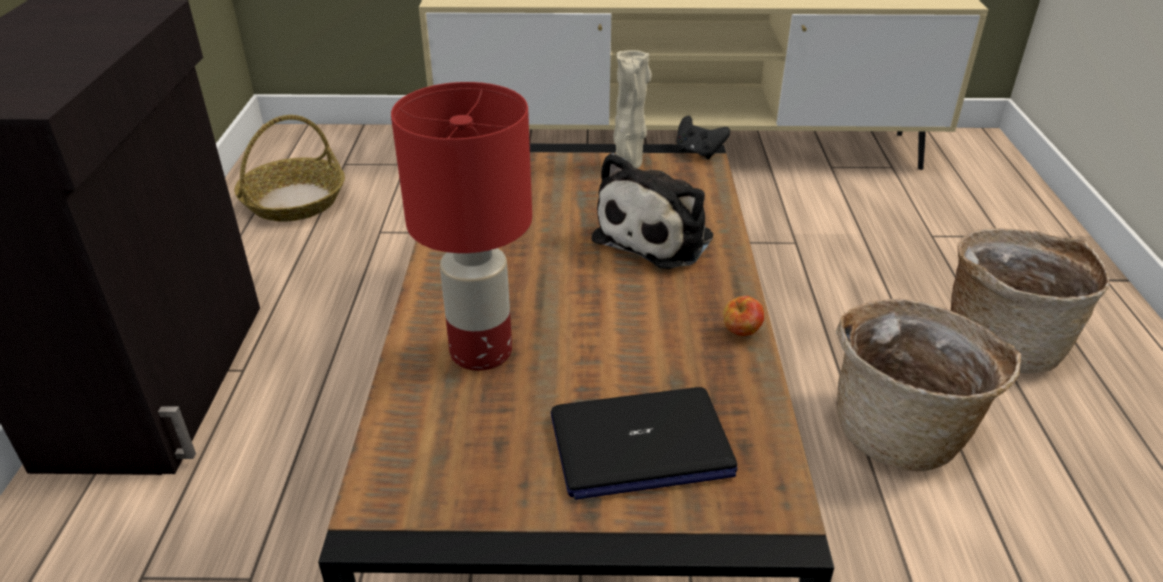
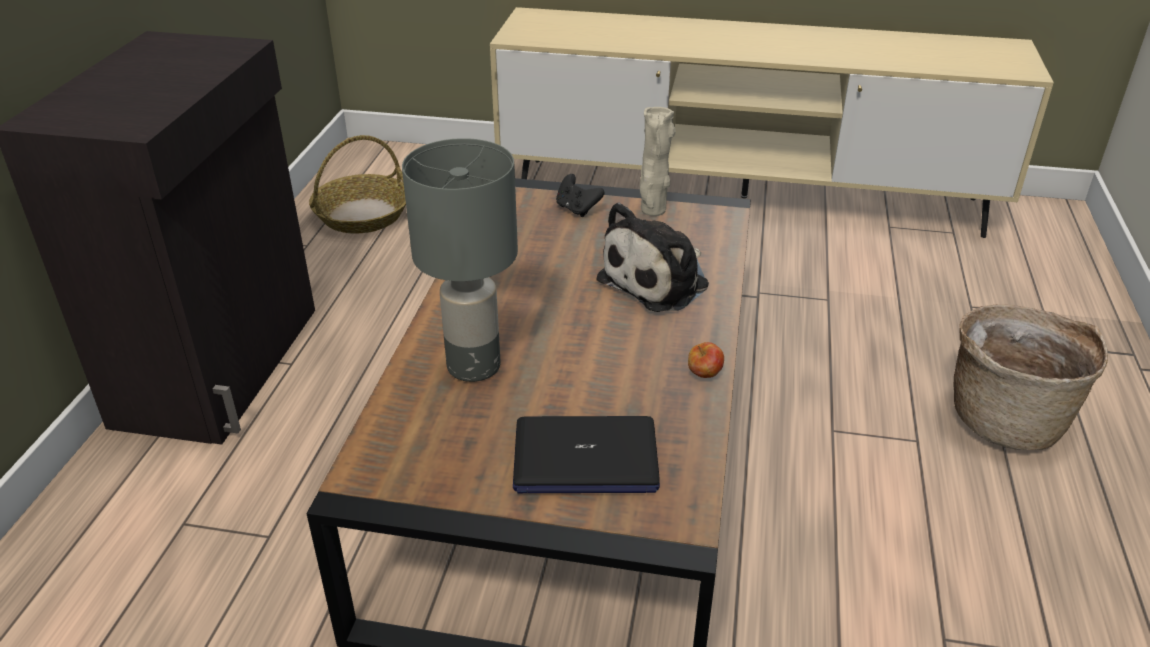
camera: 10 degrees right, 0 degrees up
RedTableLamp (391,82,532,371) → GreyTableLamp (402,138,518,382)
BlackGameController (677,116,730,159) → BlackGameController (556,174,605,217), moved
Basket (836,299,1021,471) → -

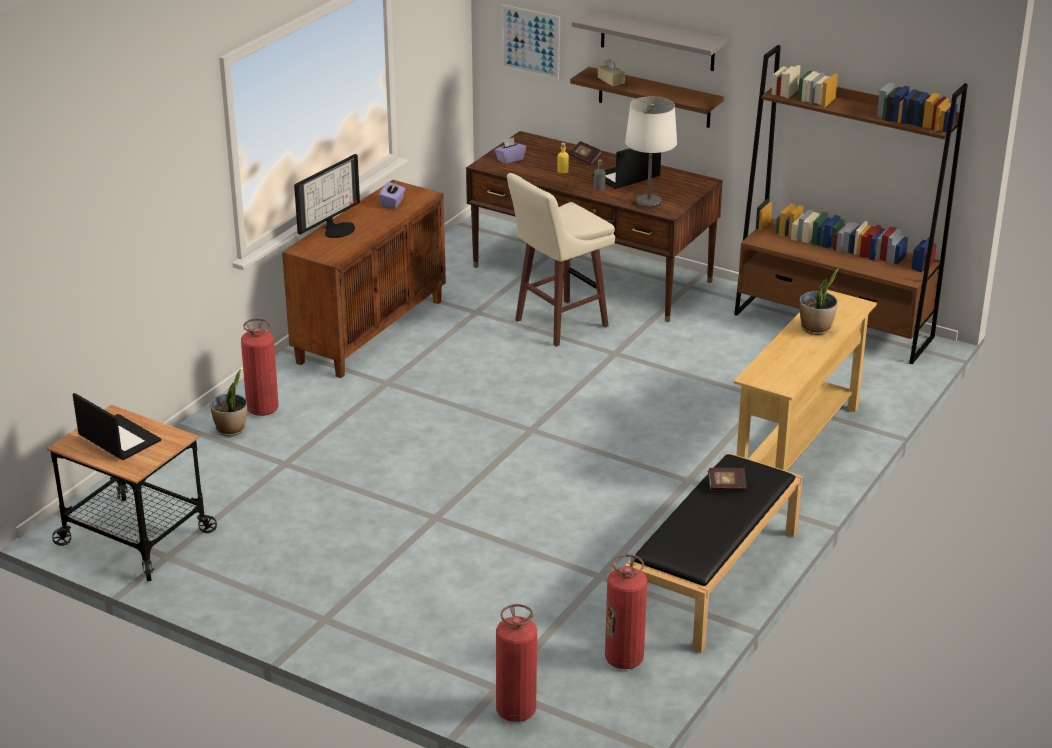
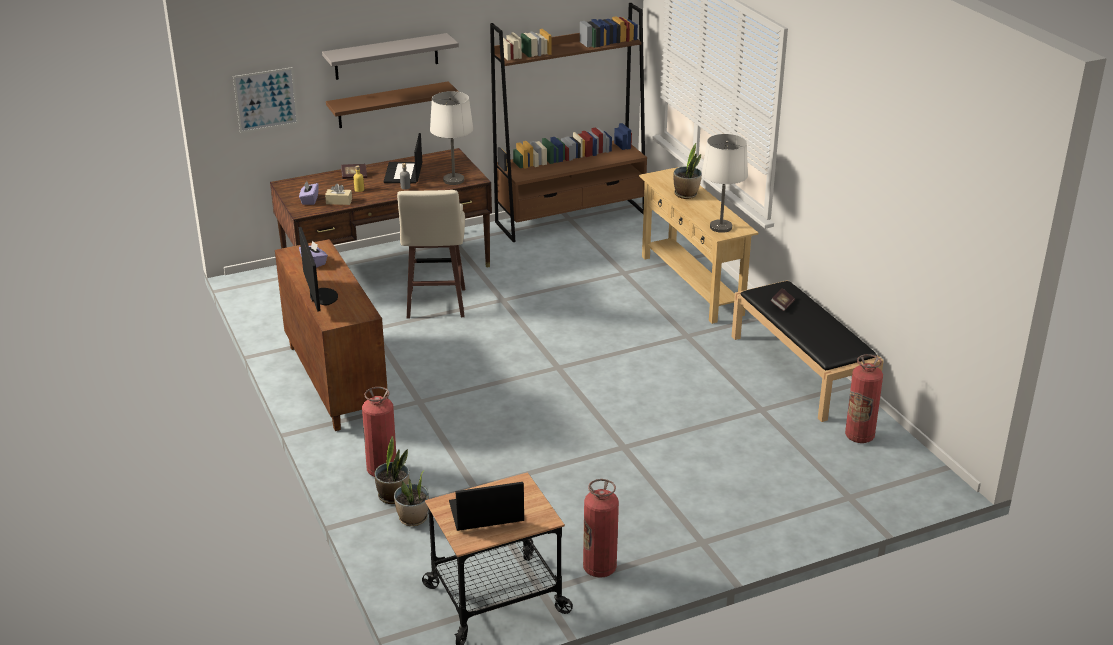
camera: 55 degrees left, 0 degrees up
BeigeTissueBox (598,58,625,86) → BeigeTissueBox (325,183,352,205), moved
FireExtinguisher (496,604,537,722) → FireExtinguisher (583,479,619,577), moved
- → WhiteTableLamp (702,134,748,233)
- → PottedPlant (394,470,429,526)

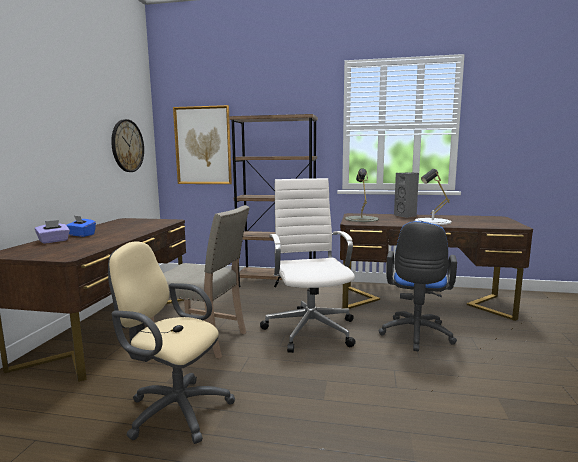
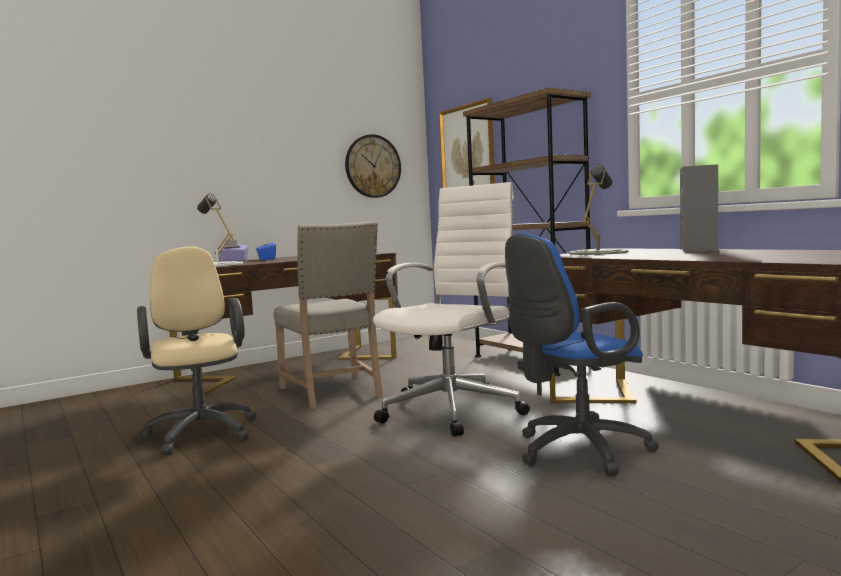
camera: 45 degrees right, 5 degrees down
WhiteTableLamp (414,169,451,225) → WhiteTableLamp (197,193,243,266), moved

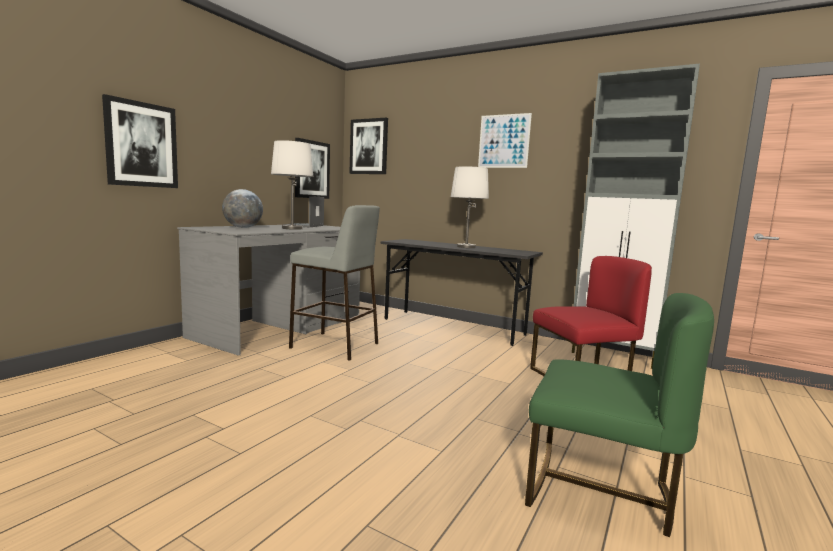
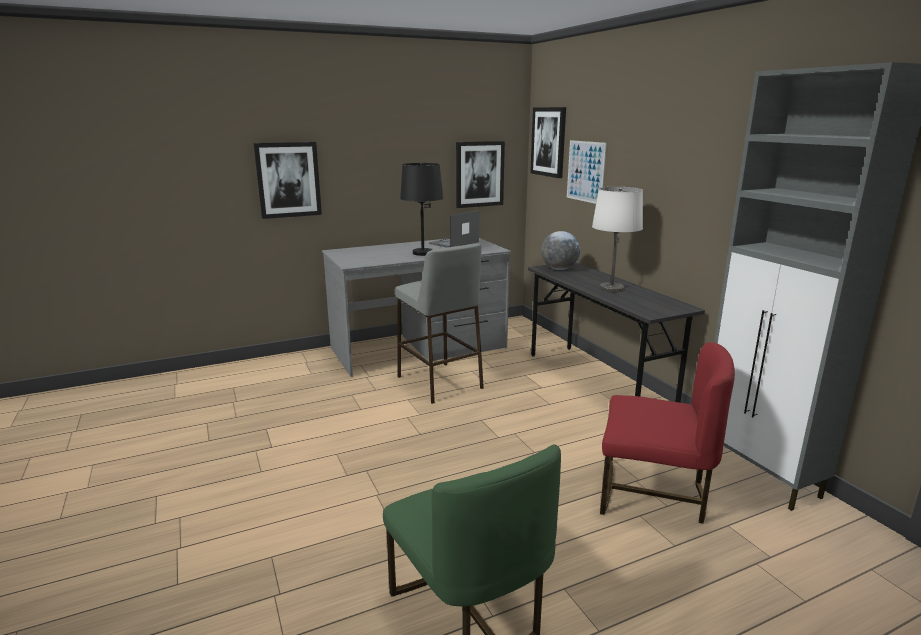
camera: 35 degrees right, 10 degrees up
Picture (478,113,532,168) → Picture (567,140,607,204), moved
WhiteTableLamp (271,140,314,230) → BlackTableLamp (400,163,443,256)
Globe (222,189,263,228) → Globe (541,231,580,270), moved

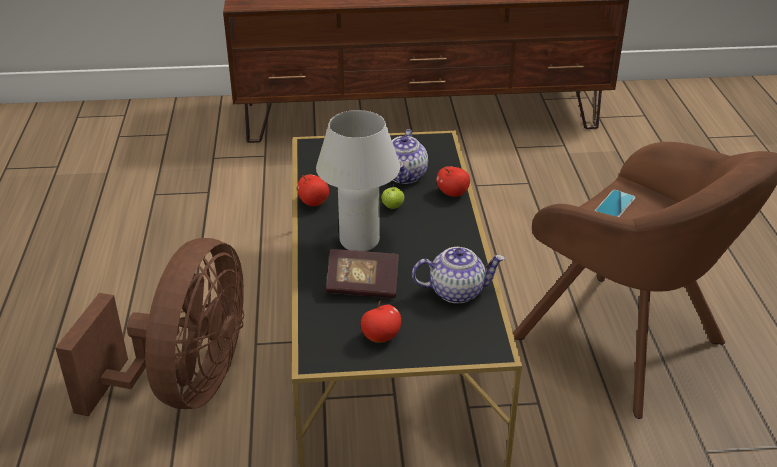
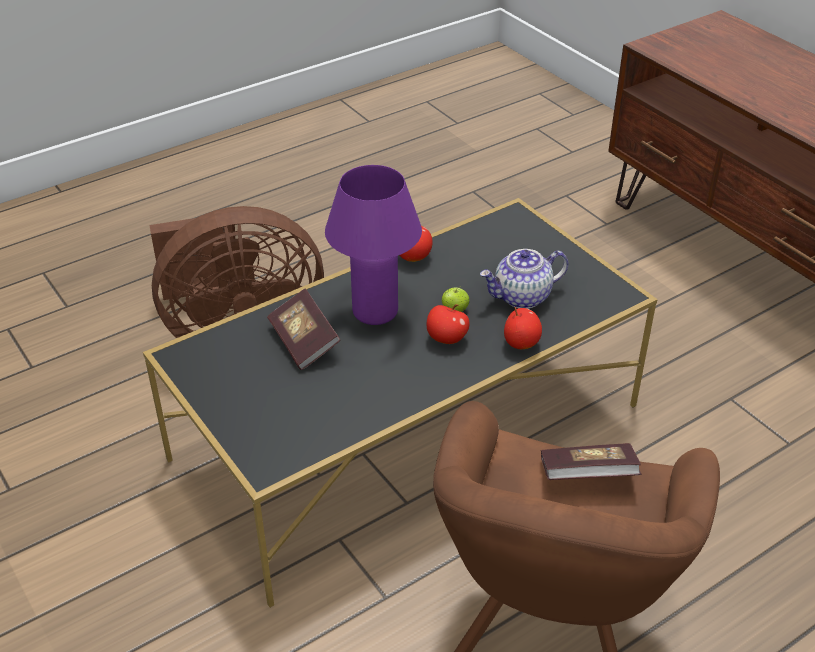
camera: 60 degrees right, 5 degrees up
WhiteTableLamp (316,110,400,251) → PurpleTableLamp (325,165,422,325)
Phone (595,190,635,217) → Book (541,443,642,480)
Teapot (412,247,505,304) → -
Apple (361,301,401,343) → Apple (427,304,469,344), moved

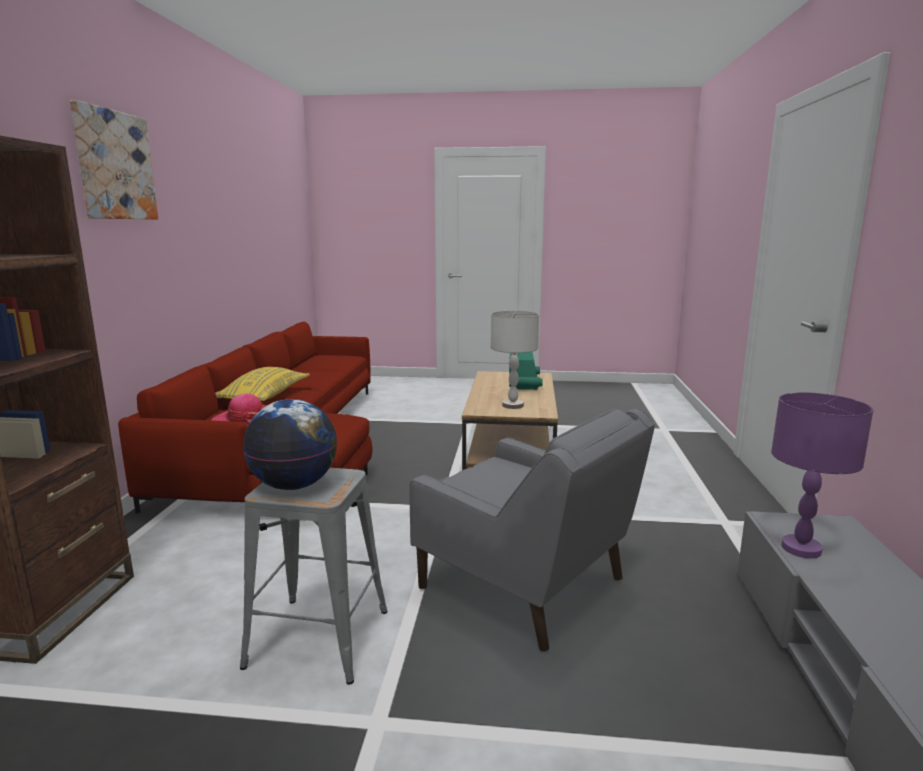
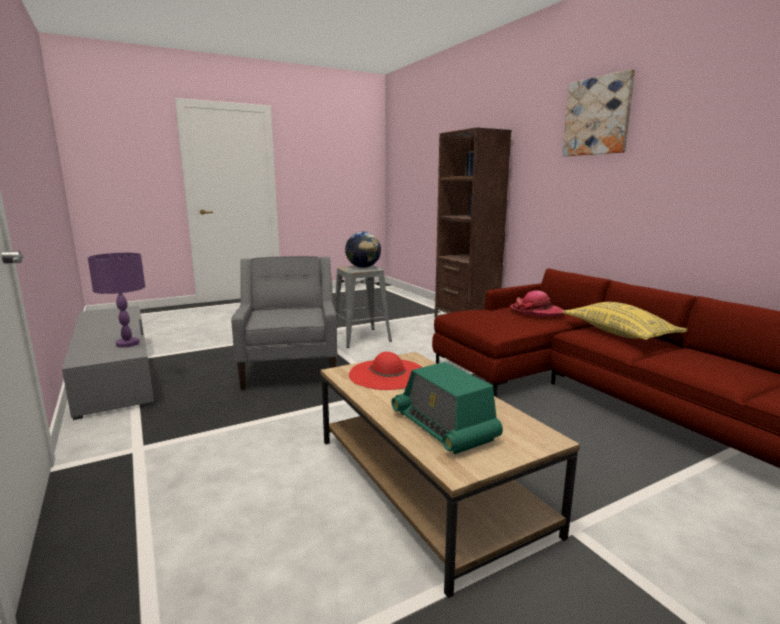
camera: 145 degrees right, 0 degrees up
GreyTableLamp (491,311,539,409) → RedHat (349,352,422,390)
GreyArmchair (409,408,655,652) → GreyArmchair (231,256,337,390), 75 degrees clockwise

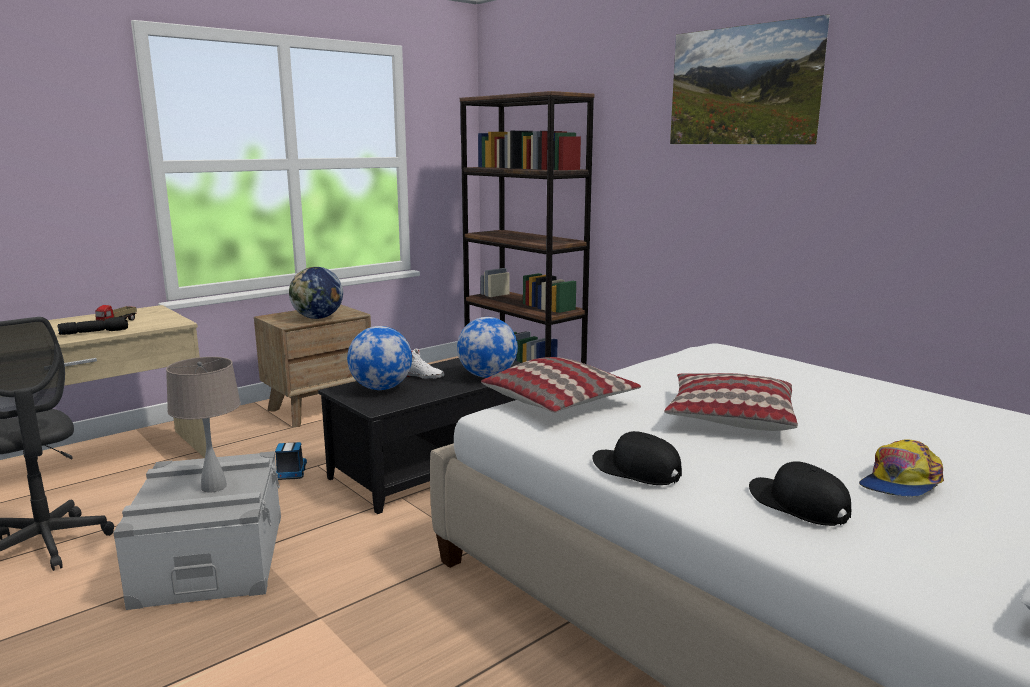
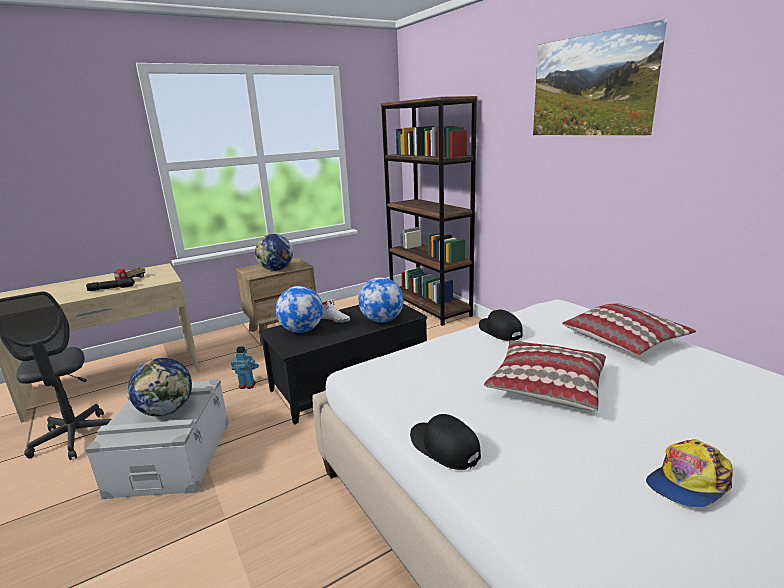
camera: 10 degrees right, 5 degrees up
BeigeTableLamp (166,357,241,493) → Globe (128,358,192,417)
Pillow (481,357,641,413) → Pillow (562,303,696,356), moved
ToyTruck (275,442,307,480) → ToyRobot (231,346,259,389)
BlackCap (749,461,851,526) → BlackCap (479,310,523,341), moved

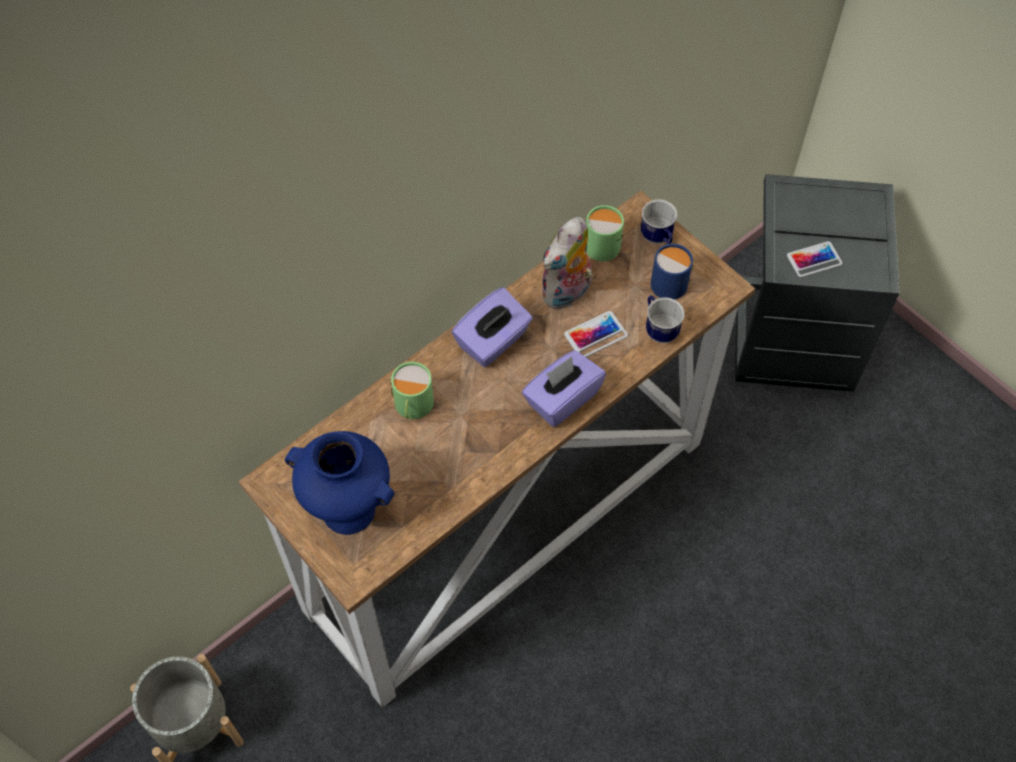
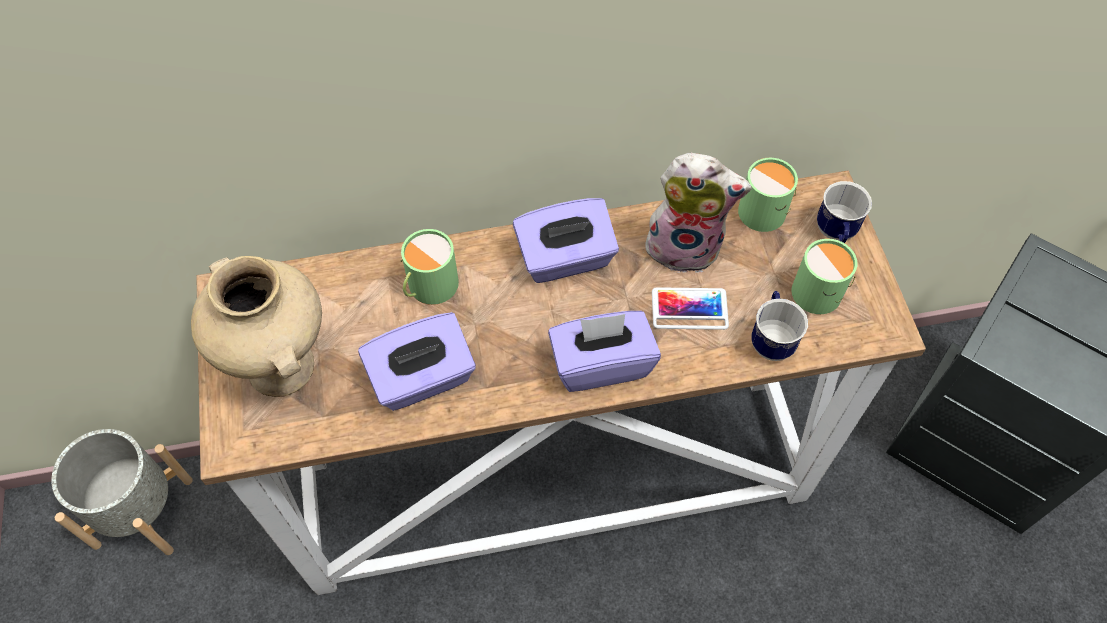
camera: 30 degrees right, 0 degrees up
PlushToy (541,217,592,310) → PlushToy (643,153,752,273), 150 degrees counterclockwise
Phone (787,241,843,277) → -
BlueMug (651,244,693,300) → GreenMug (792,238,858,314)
BlueVase (284,431,395,535) → BeigeVase (191,256,322,397)
- → PurpleTissueBox (358,312,476,411)

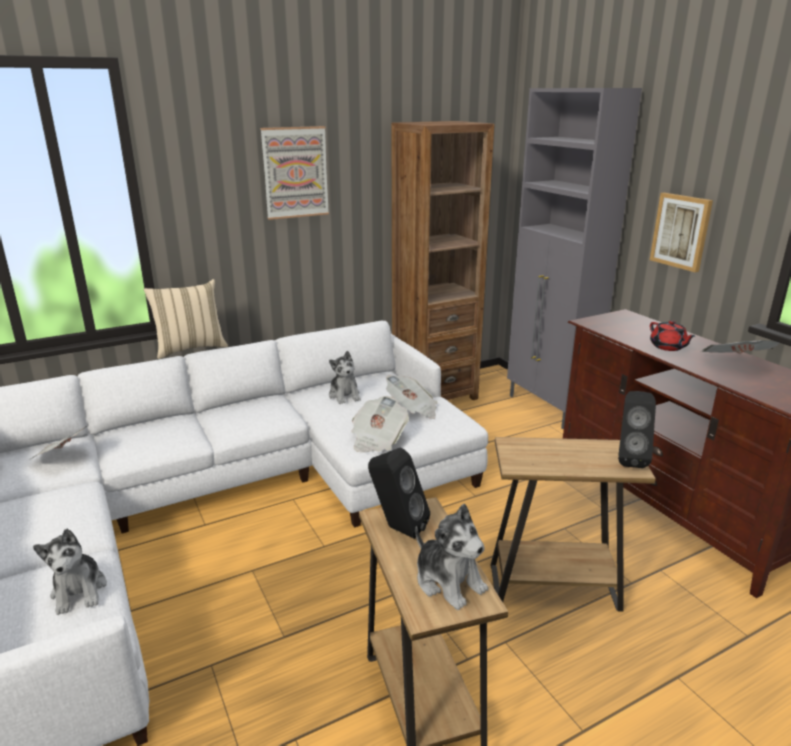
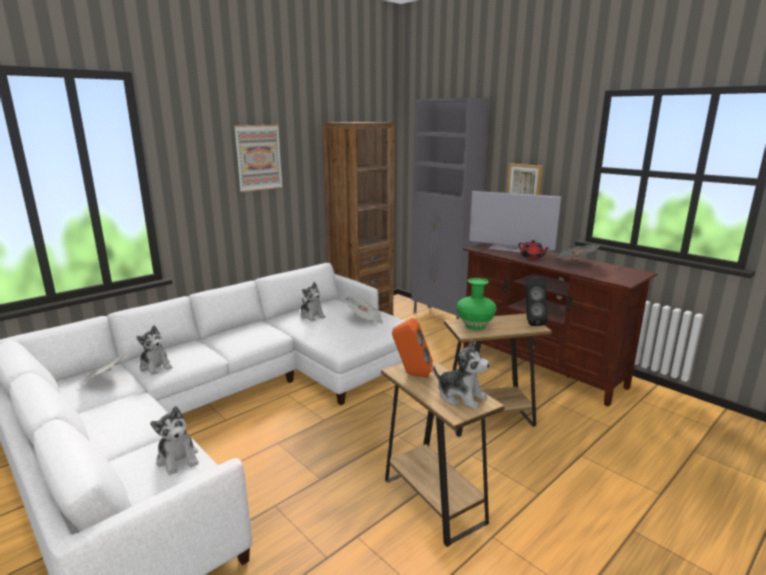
camera: 15 degrees left, 5 degrees down
BeigePillow (143,279,228,359) → -
Newspaper (351,396,409,453) → -
BlackSpeaker (368,448,430,539) → OrangeSpeaker (392,318,433,378)
- → Television (469,191,561,252)
- → GreenVase (457,278,497,330)
- → PlushToy (137,325,173,375)

